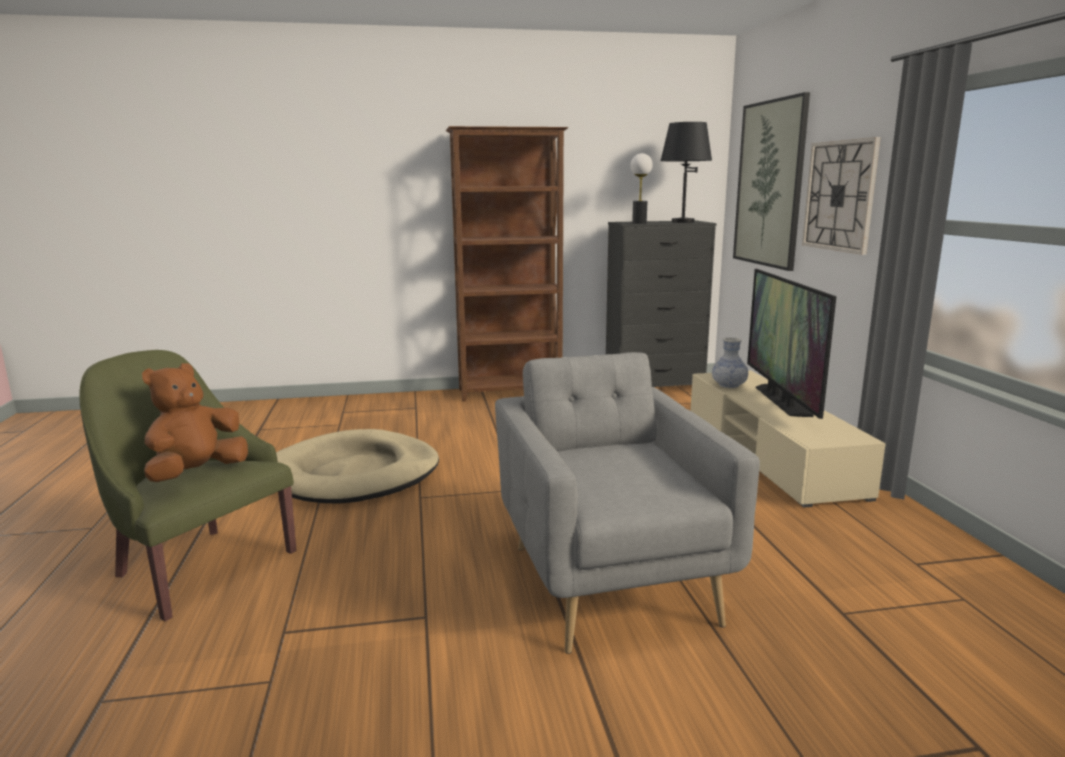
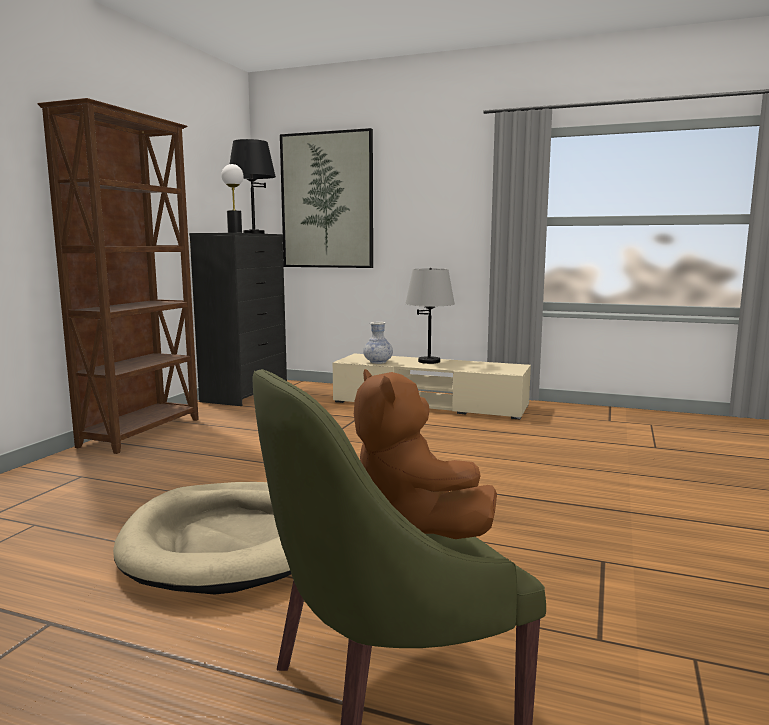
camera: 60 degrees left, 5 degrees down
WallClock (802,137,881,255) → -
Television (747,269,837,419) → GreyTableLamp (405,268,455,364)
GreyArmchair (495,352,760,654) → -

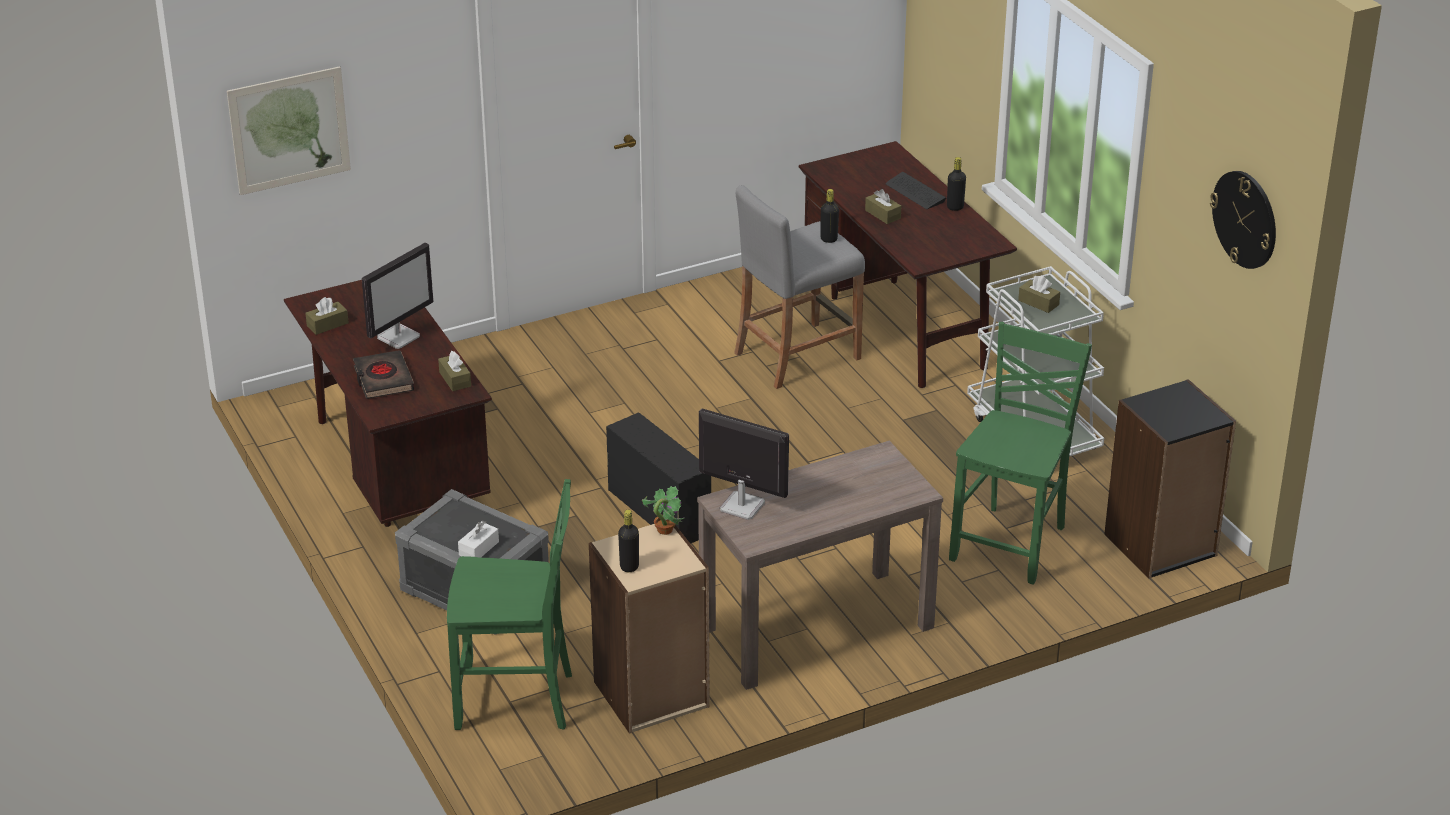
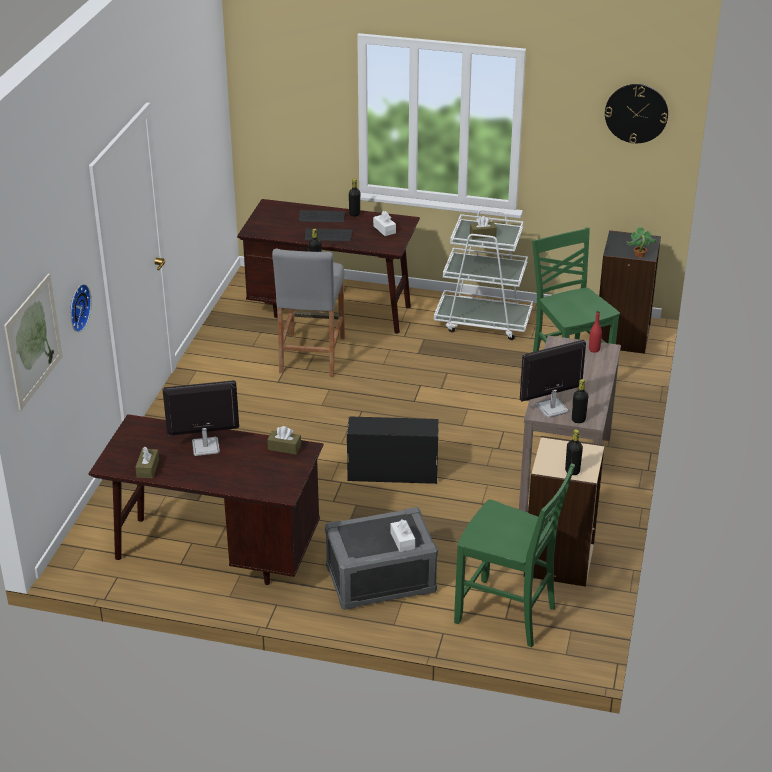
camera: 50 degrees left, 0 degrees up
BrownTissueBox (865,189,901,224) → Keyboard (305,229,352,241)
Monitor (362,242,433,349) → Monitor (162,380,239,456), 90 degrees counterclockwise
BlackBook (353,350,415,399) → -
GreenChair (447,479,572,730) → GreenChair (454,463,575,647), 75 degrees clockwise
PottedPlant (642,486,684,535) → PottedPlant (626,227,657,258), moved
- → WhiteTissueBox (373,211,396,236)
- → WallClock (70,284,92,332)
- → RedBottle (589,311,602,353)
- → BlackBottle (572,379,588,423)

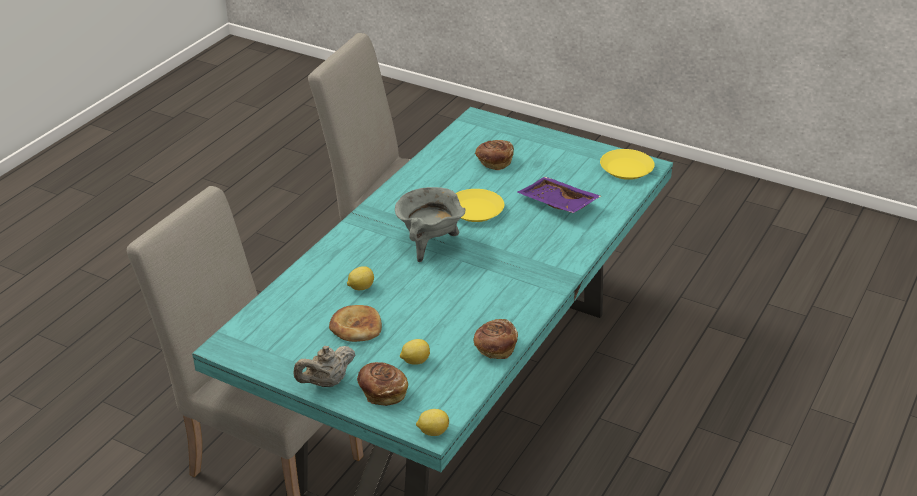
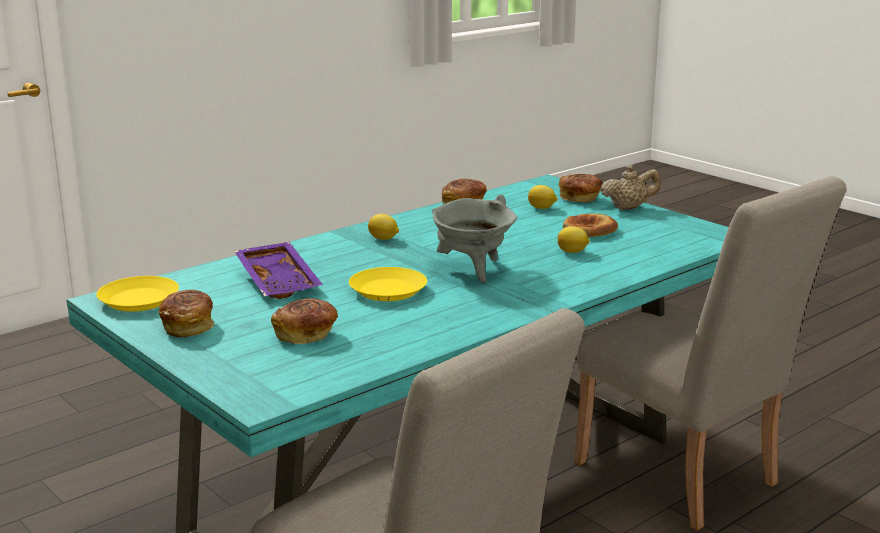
camera: 160 degrees left, 15 degrees down
Lemon (416,409,449,436) → Lemon (368,214,399,240), moved
- → Bread (159,290,215,337)

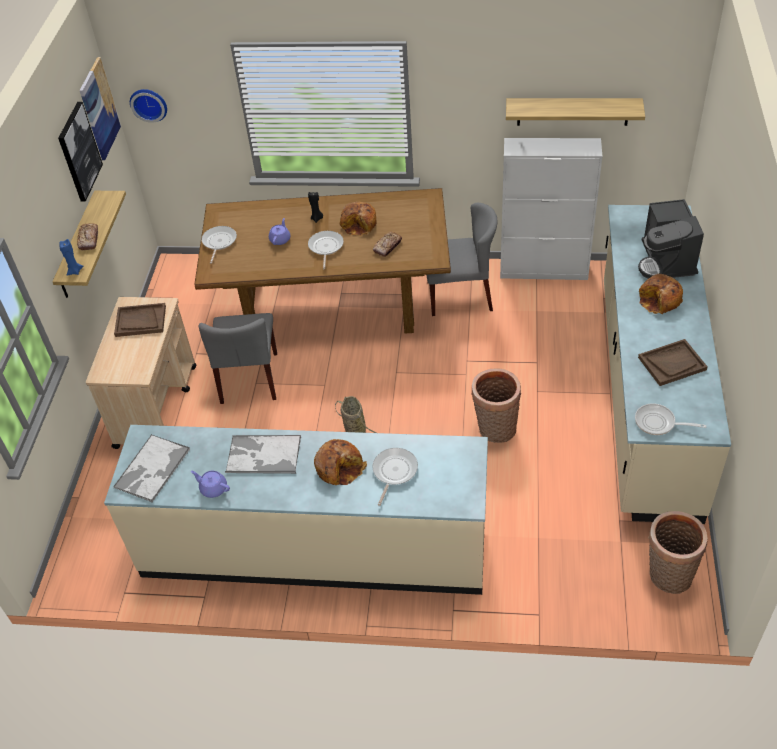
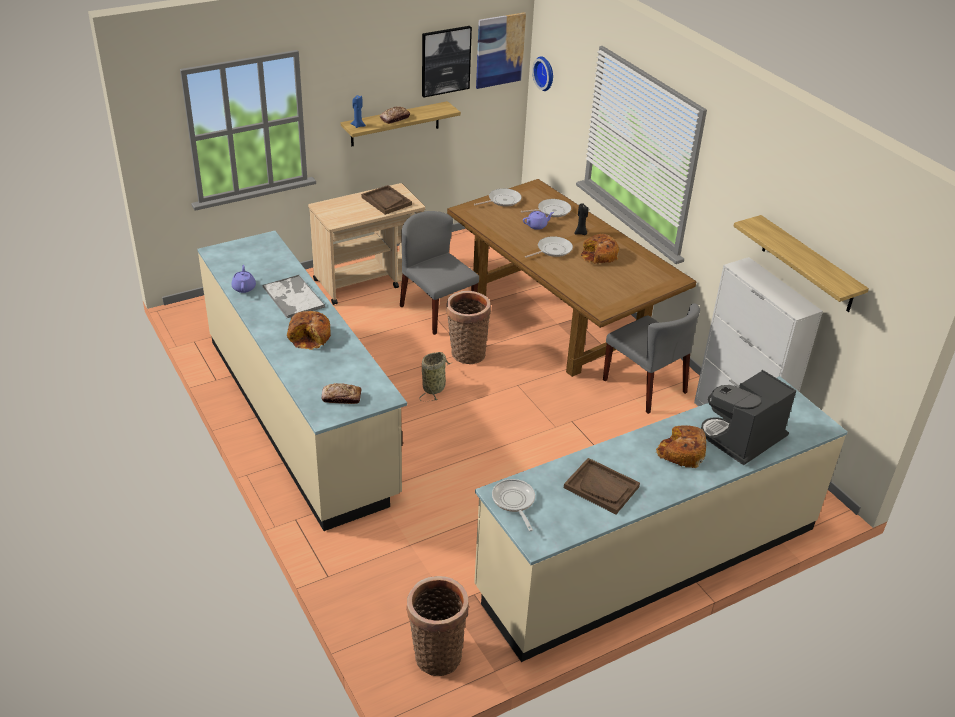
camera: 50 degrees right, 10 degrees down
Bread (373,232,402,257) → Bread (321,383,362,404), moved
GreyChair (199,313,277,404) → GreyChair (400,211,479,335), 90 degrees clockwise
Basket (472,368,521,443) → Basket (446,291,491,364), moved
Tray (113,434,190,503) → -
FryingPan (372,448,418,506) → FryingPan (521,199,571,217), moved

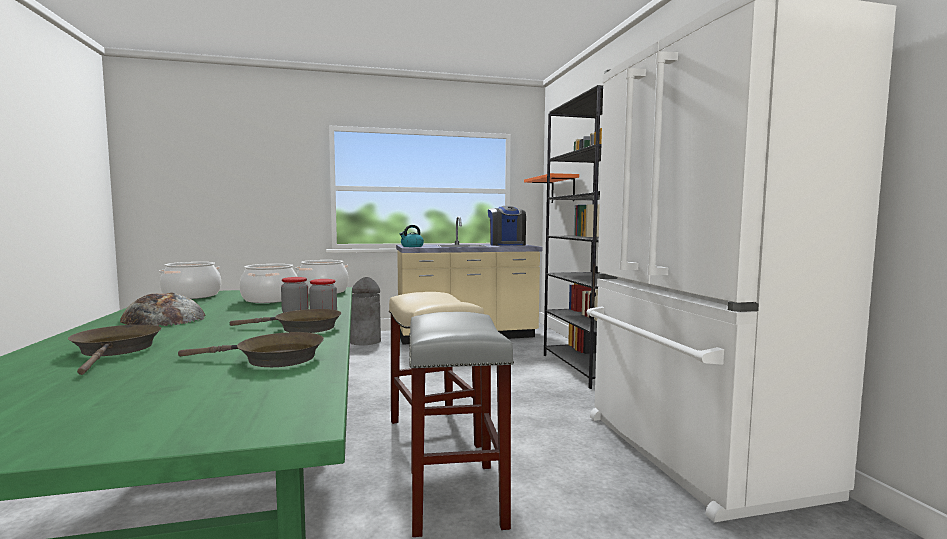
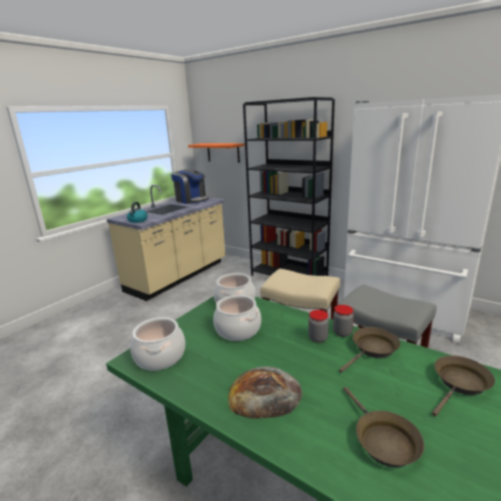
camera: 40 degrees left, 15 degrees up
GreyTrashCan (350,277,381,345) → -
BrownFryingPan (68,325,161,375) → BrownFryingPan (343,387,424,468), 135 degrees counterclockwise

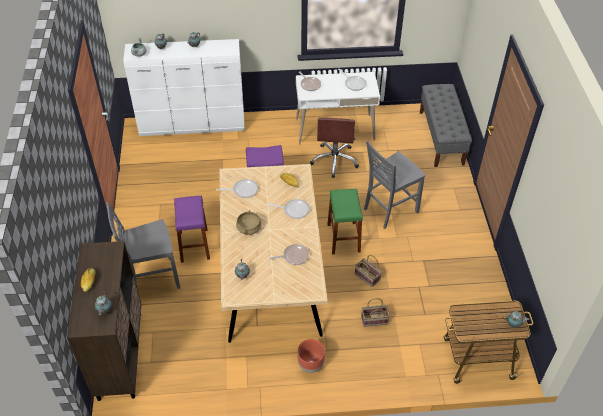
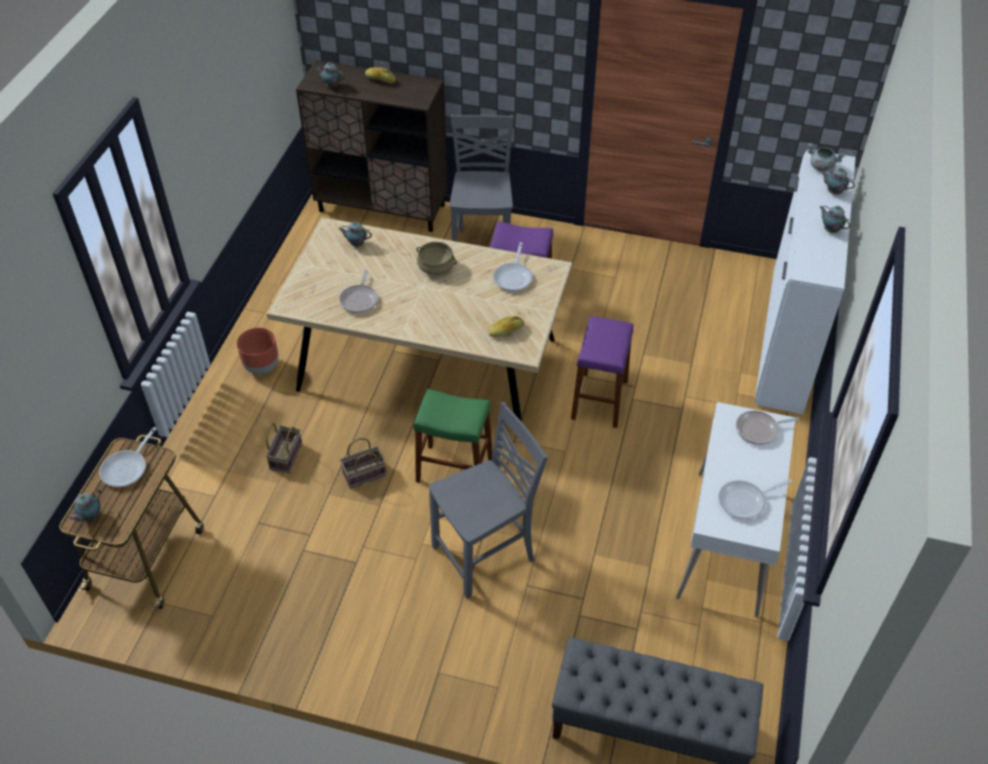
camera: 110 degrees right, 0 degrees up
BrownOfficeChair (310,117,359,178) → -
GreyChair (364,141,425,229) → GreyChair (429,402,548,599), 75 degrees clockwise
FryingPan (267,199,309,219) → FryingPan (99,427,157,487), moved

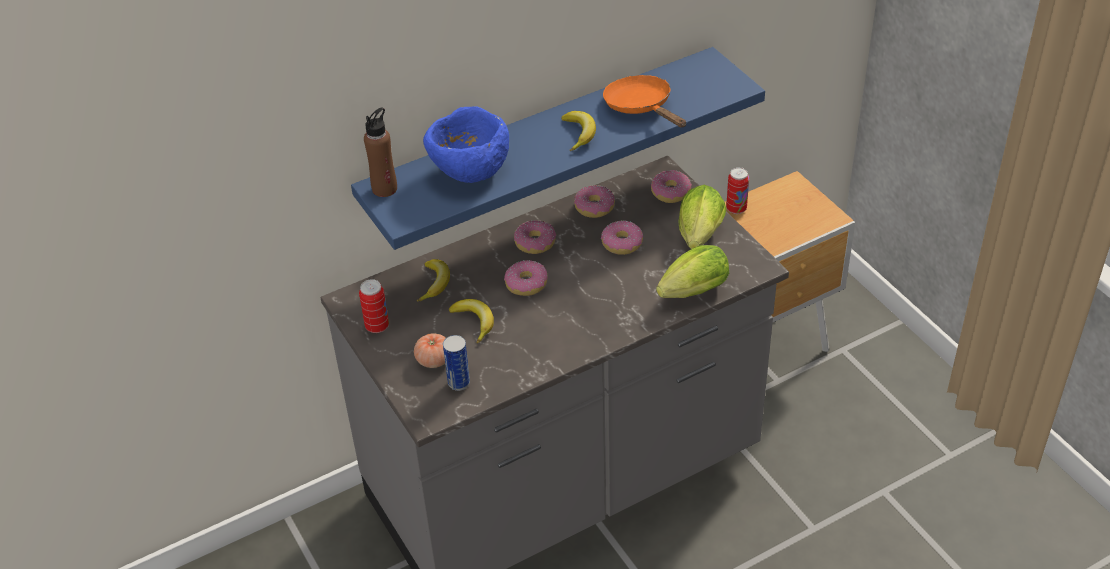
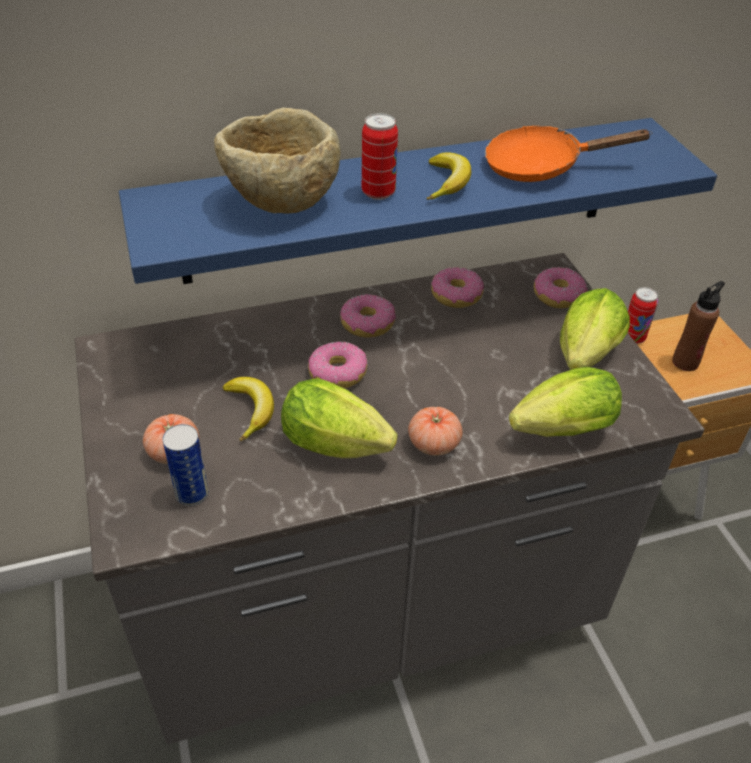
camera: 10 degrees right, 0 degrees up
OrangeFryingPan (603,75,686,127) → OrangeFryingPan (485,126,652,182), 75 degrees counterclockwise
BlueBowl (423,106,509,183) → BeigeBowl (214,108,341,214)
BrownBottle (364,107,397,197) → BrownBottle (672,281,725,371), moved
Donut (601,220,643,255) → -
Banana (417,259,450,302) → -
Can (359,279,389,333) → Can (362,113,398,200), moved
- → Lettuce (281,378,398,458)
- → Tomato (408,407,462,455)

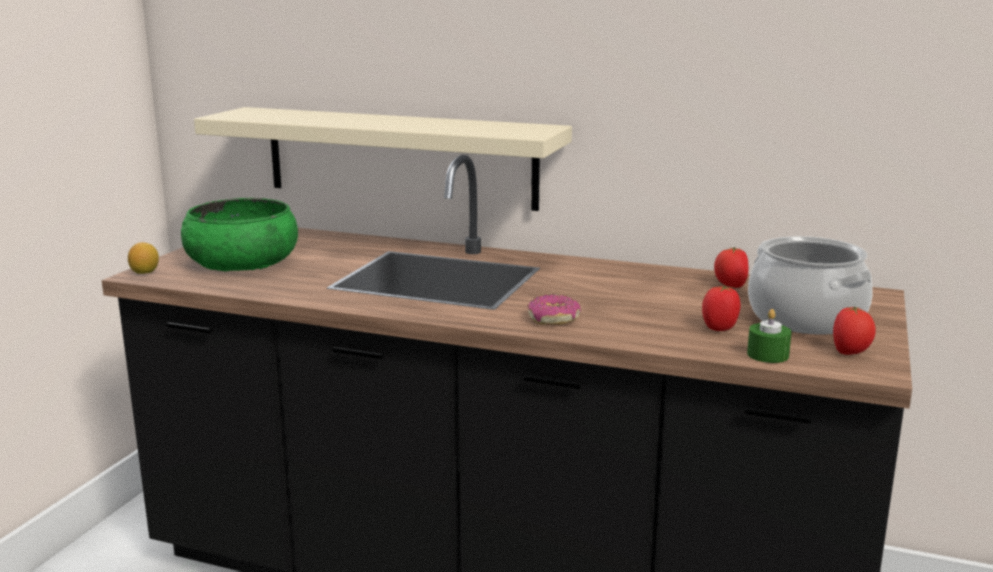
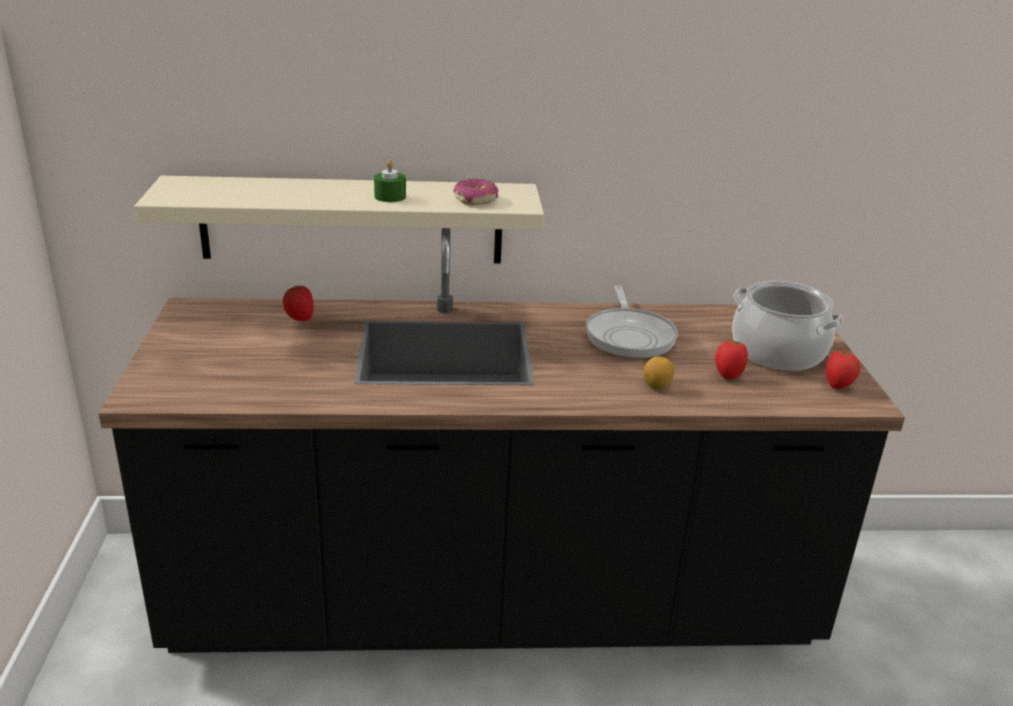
camera: 25 degrees left, 10 degrees up
GreenBowl (181,198,298,271) → -
Lemon (128,242,159,274) → Lemon (643,356,674,389), moved
Tomato (714,247,749,288) → Tomato (283,285,314,321), moved
Donut (528,294,581,325) → Donut (454,179,499,205), moved
GreenCandle (747,309,792,363) → GreenCandle (374,160,406,202), moved
- → FryingPan (586,286,678,358)

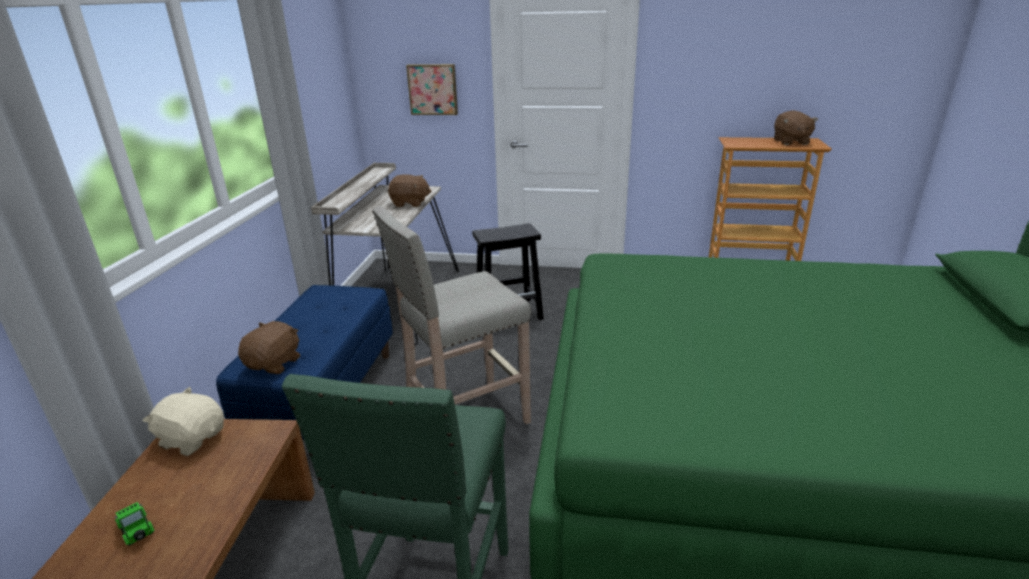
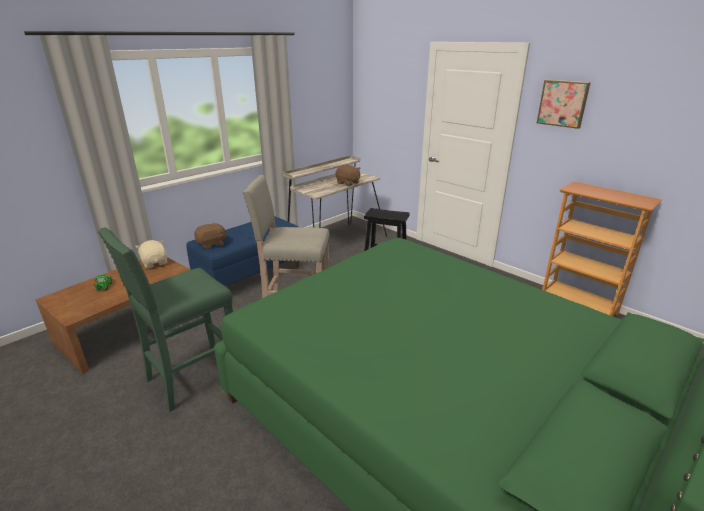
camera: 35 degrees right, 0 degrees up
Picture (406,64,458,115) → Picture (537,80,591,129), moved
BrownPlushToy (774,110,818,145) → -

